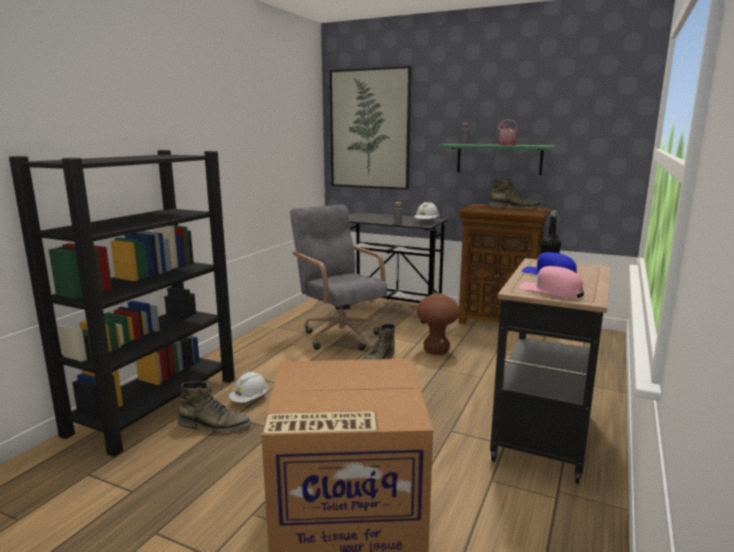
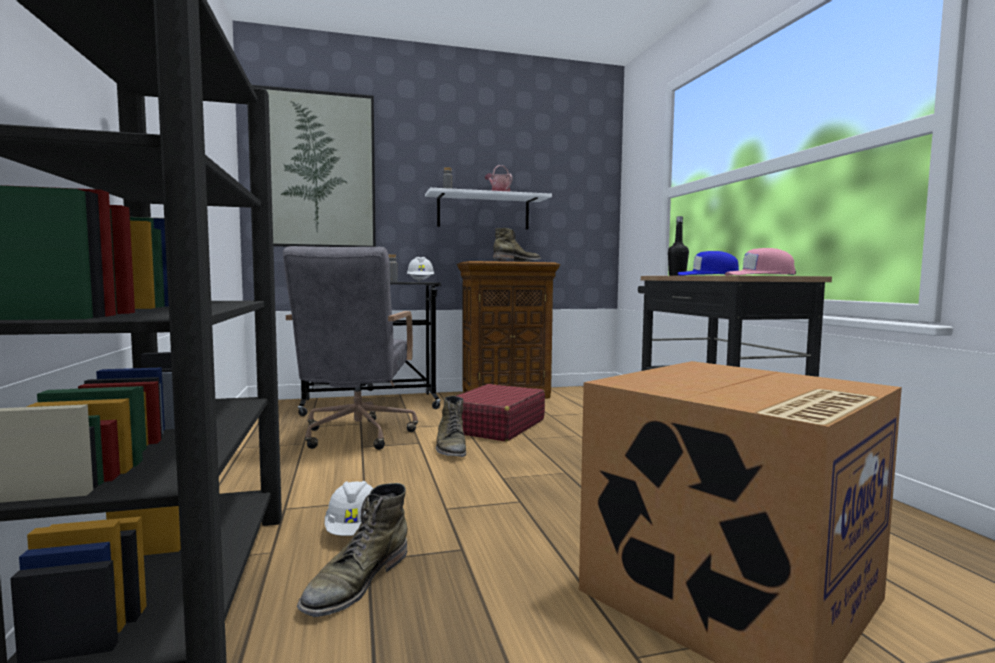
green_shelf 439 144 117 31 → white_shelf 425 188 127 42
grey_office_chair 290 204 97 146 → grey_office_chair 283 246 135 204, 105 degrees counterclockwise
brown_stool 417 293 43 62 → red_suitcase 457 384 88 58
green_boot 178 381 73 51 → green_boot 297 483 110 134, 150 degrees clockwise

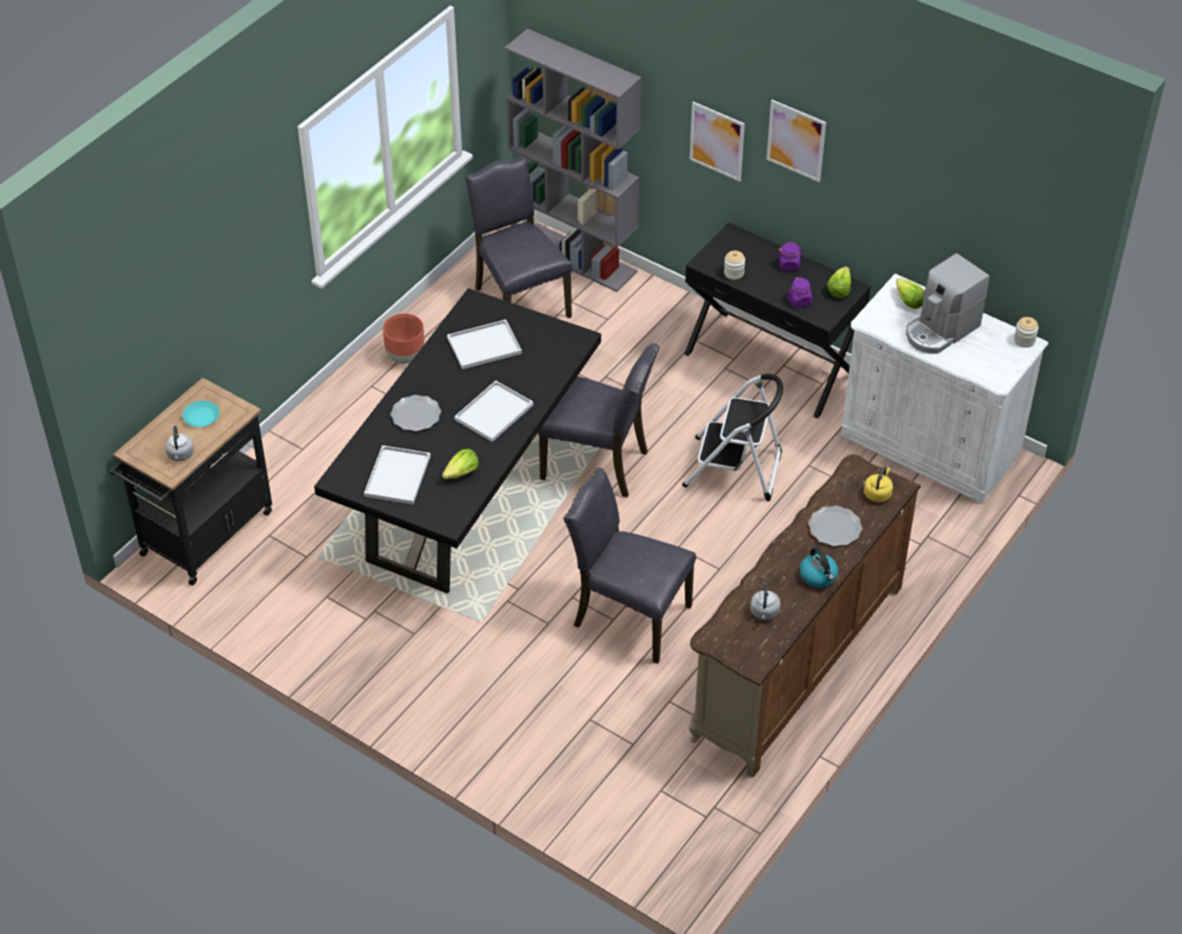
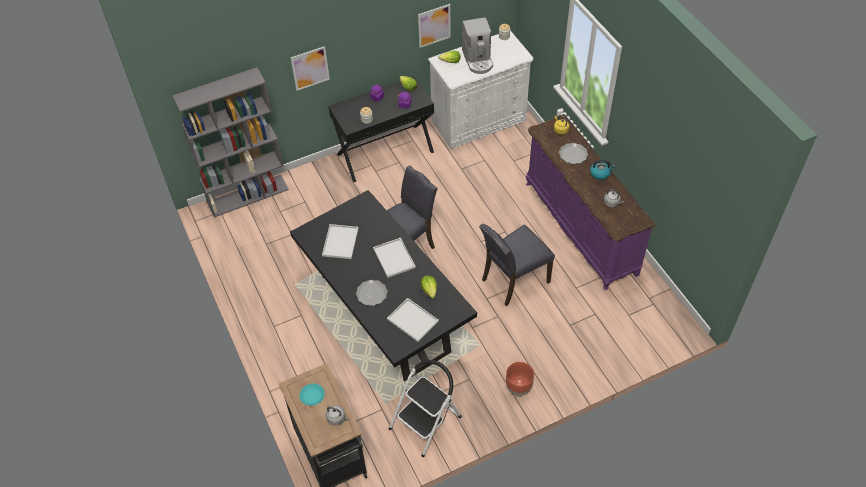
picture 766 100 60 82 → picture 418 4 32 44, relocated
grey_chair 465 157 107 161 → -
brown_planter 383 314 42 50 → brown_planter 506 362 28 34, relocated
step_ladder 682 374 101 127 → step_ladder 389 360 73 97, relocated
beige_cabinet 689 454 232 324 → purple_cabinet 526 114 129 176

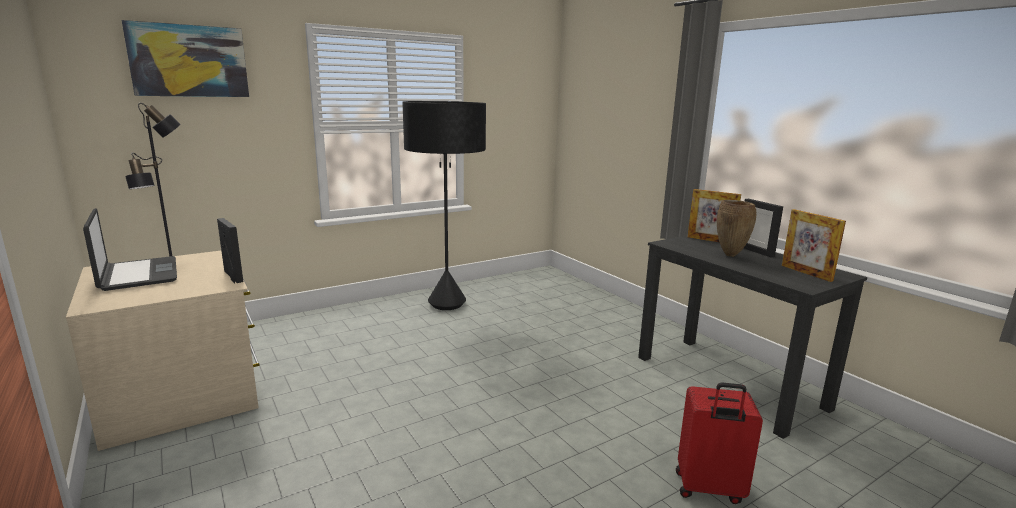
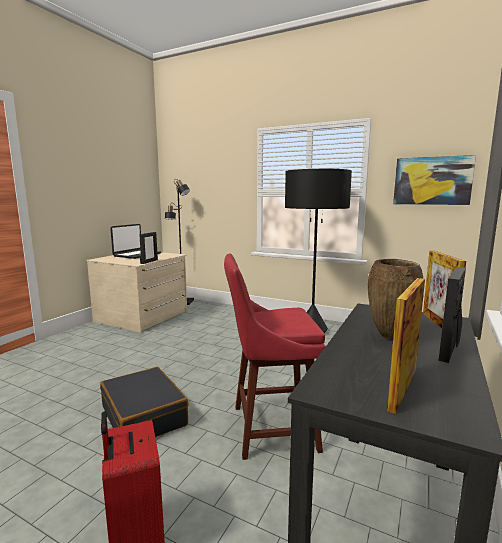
picture 121 20 128 77 → picture 393 155 83 50, relocated
- → red_chair 224 254 102 206
- → black_suitcase 100 367 89 70

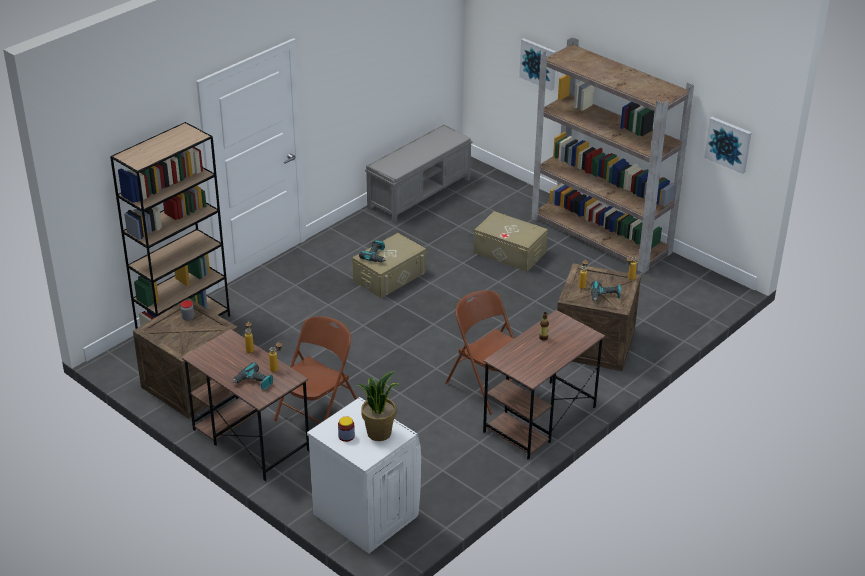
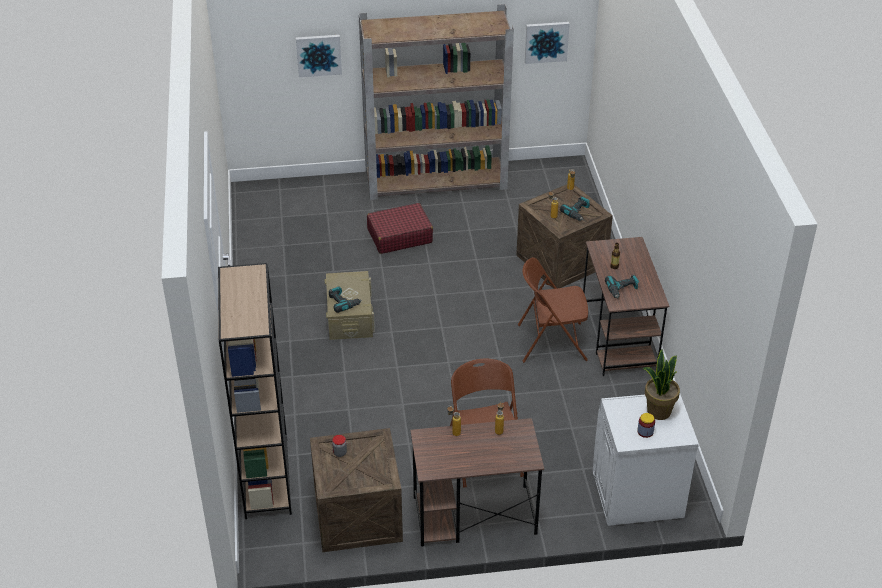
grey_bench 365 124 108 99 → -
beige_storage_box 474 211 74 60 → red_suitcase 367 203 66 51
power_drill 232 362 41 28 → power_drill 605 274 34 25, relocated

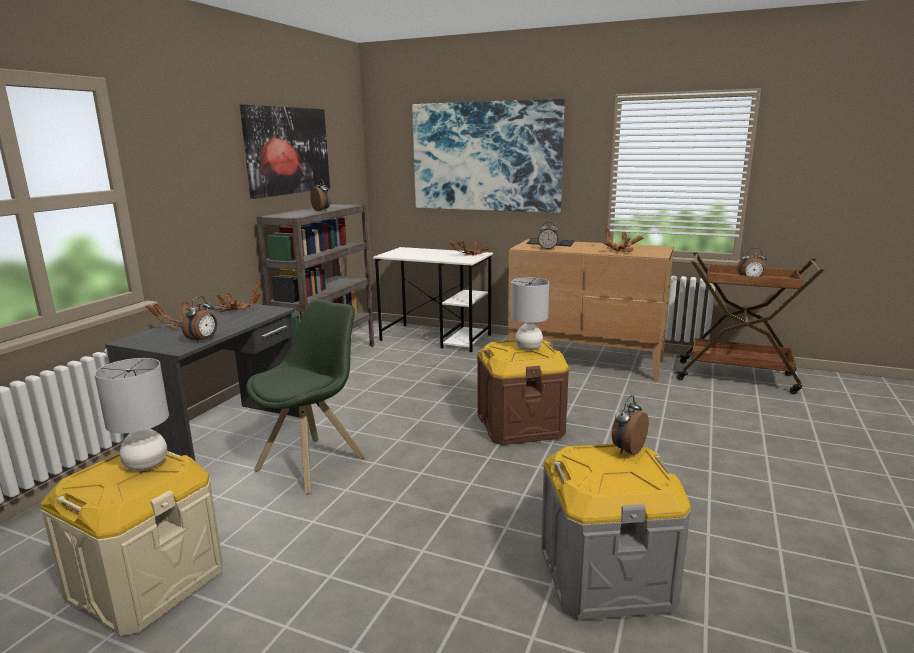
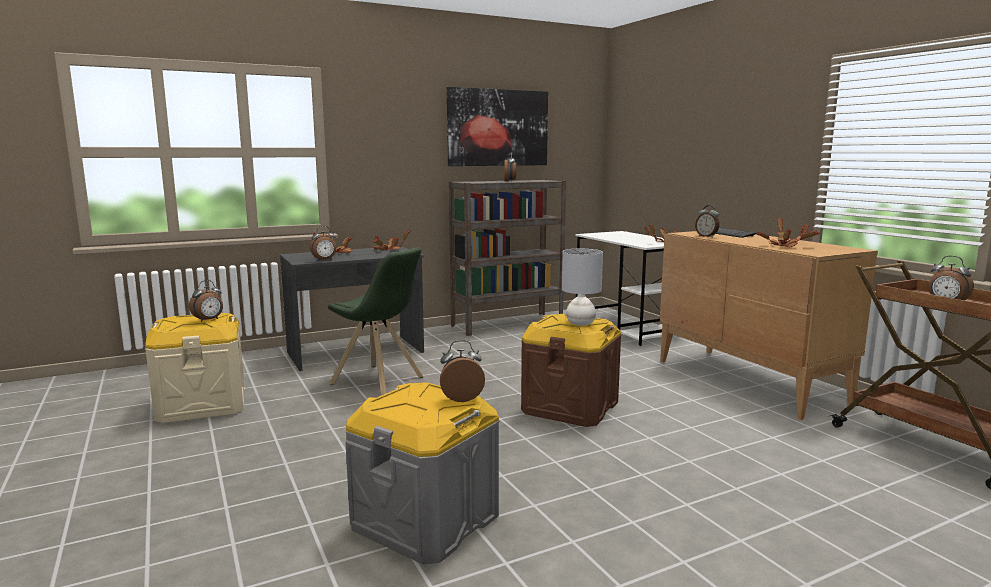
picture 412 98 153 115 → -
green_chair 246 299 119 195 → green_chair 328 247 96 148, 45 degrees clockwise
grey_table_lamp 94 358 75 113 → alarm_clock 189 280 34 42

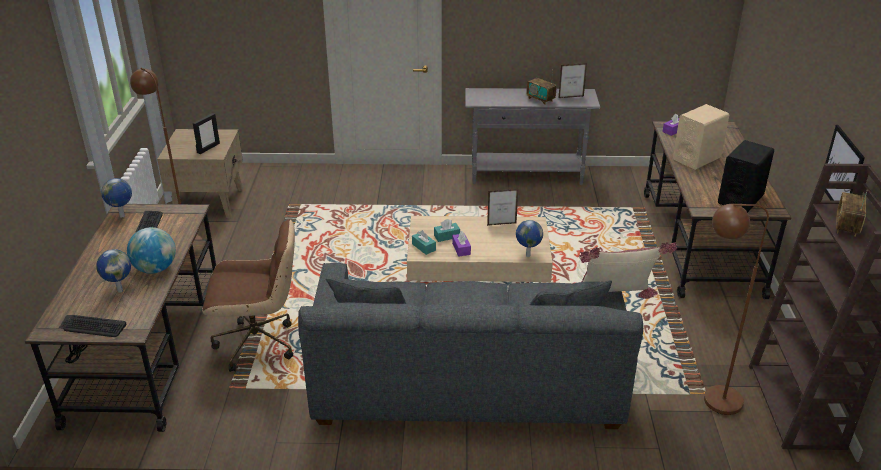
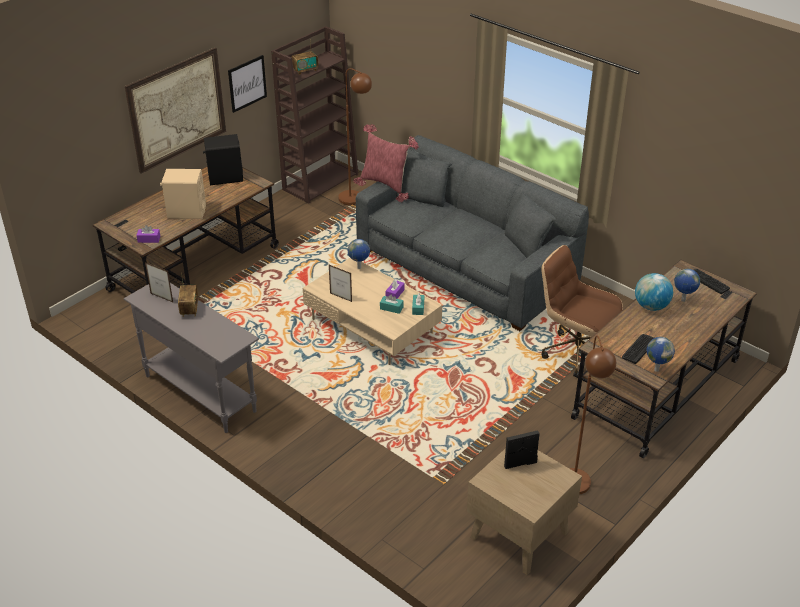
- → picture 125 47 101 127

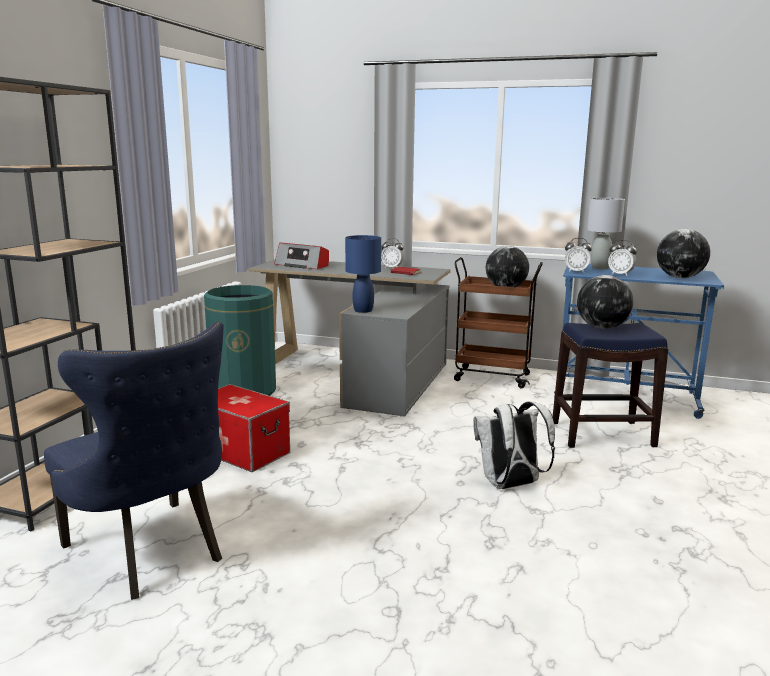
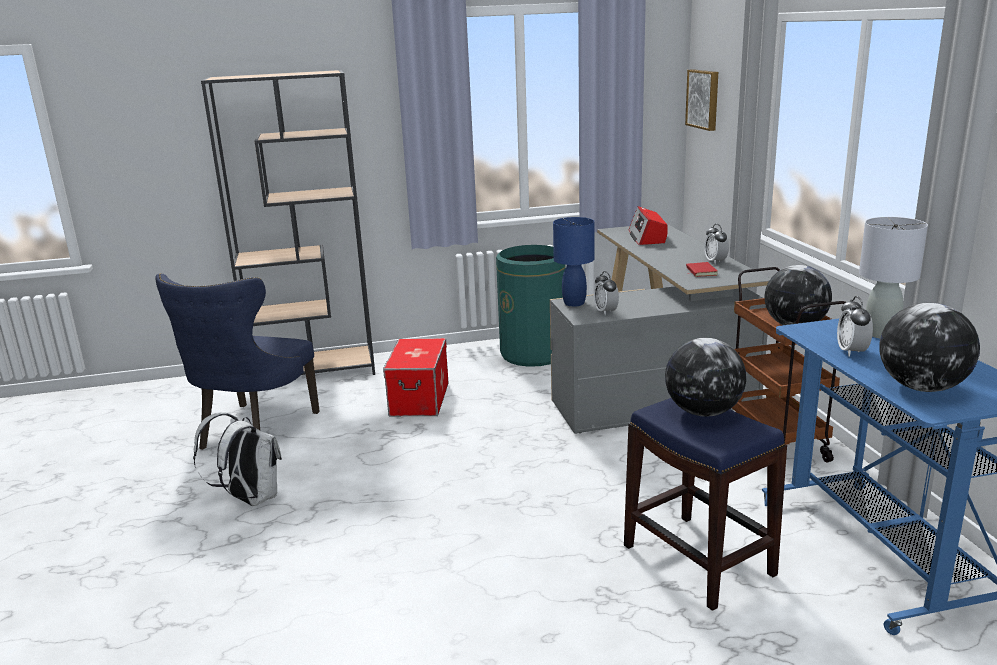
alarm_clock 565 238 27 35 → alarm_clock 594 271 25 44, relocated
white_backpack 473 401 82 88 → white_backpack 193 413 89 93, relocated
- → picture 685 69 33 62

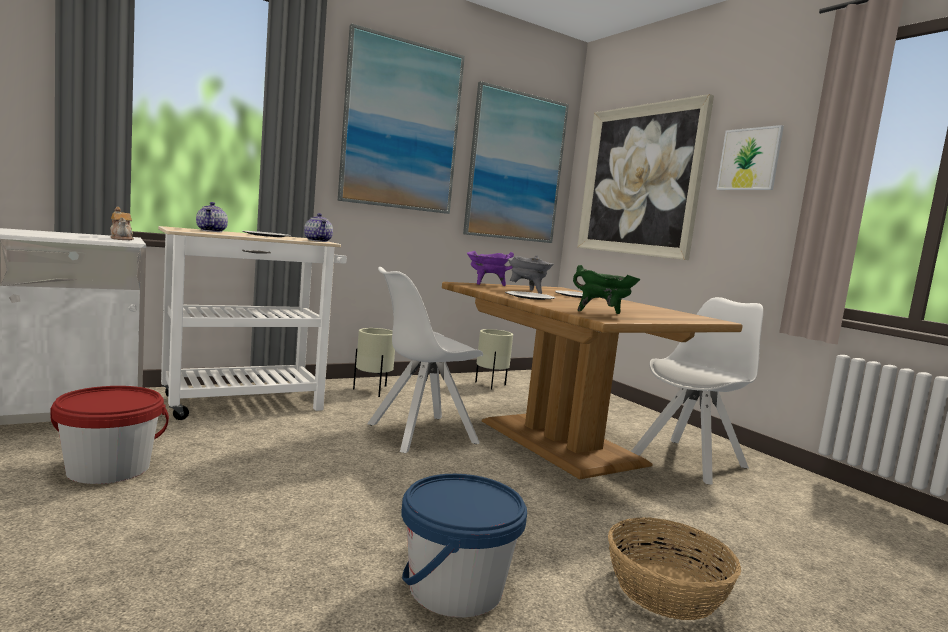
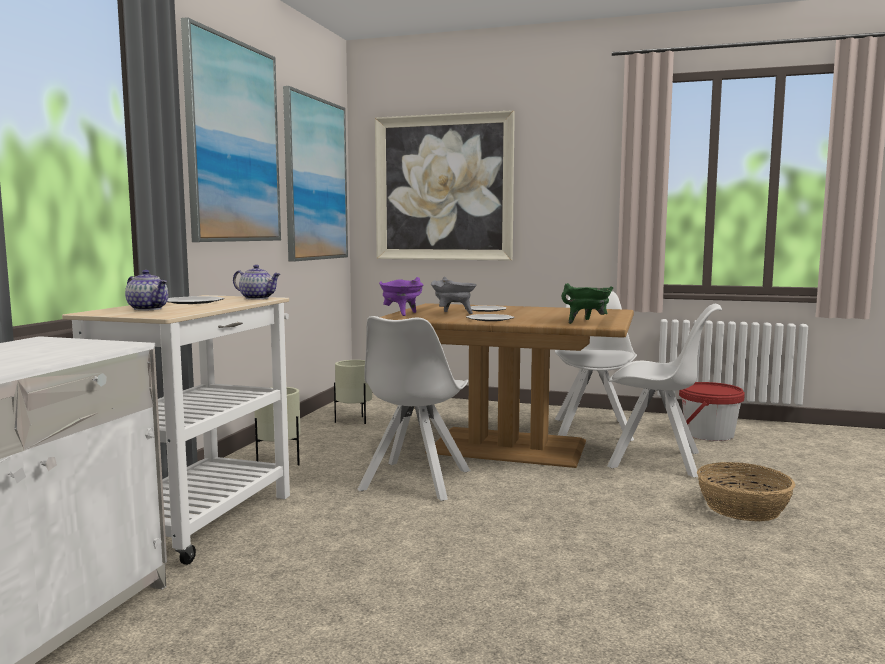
picture 716 125 68 65 → -
teapot 110 207 24 33 → -
red_bucket 50 386 119 98 → red_bucket 679 382 66 59, relocated
blue_bucket 402 474 125 143 → -
- → white_chair 607 304 115 173

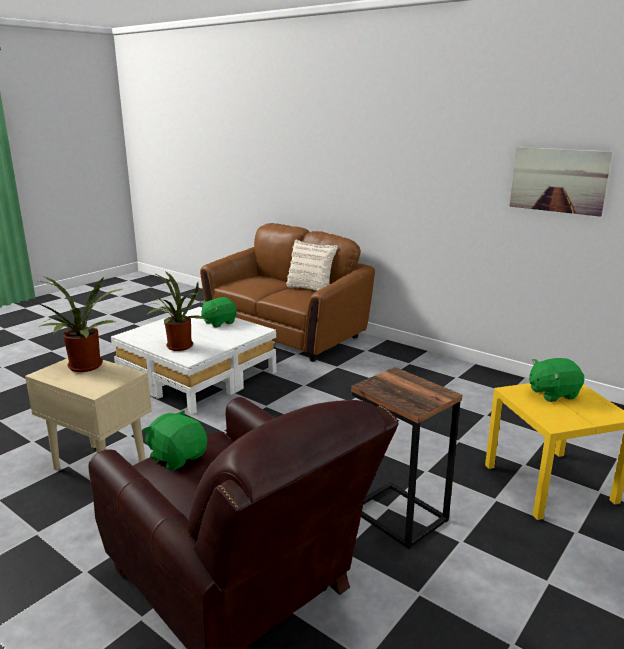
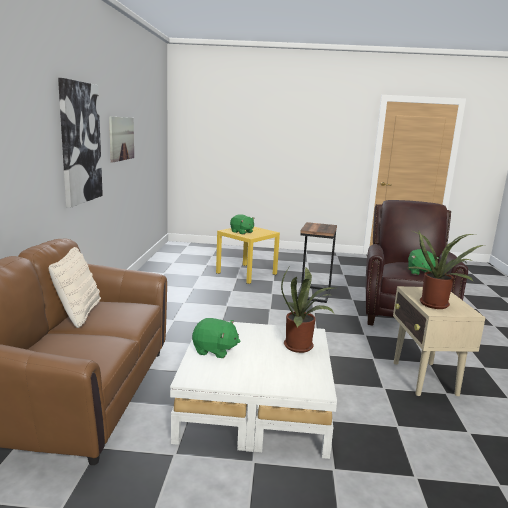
- → picture 58 78 45 130

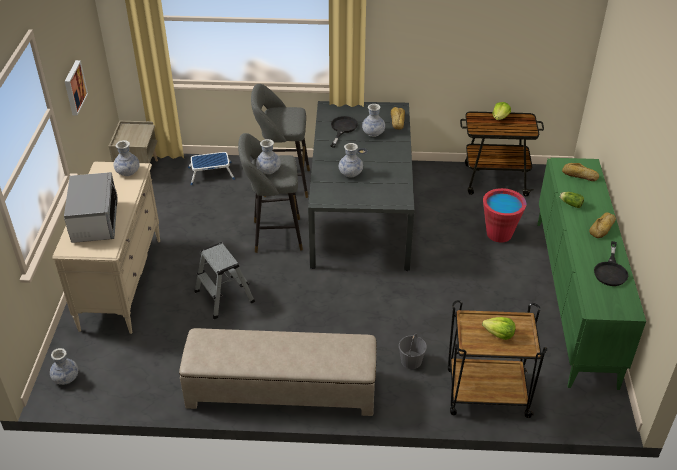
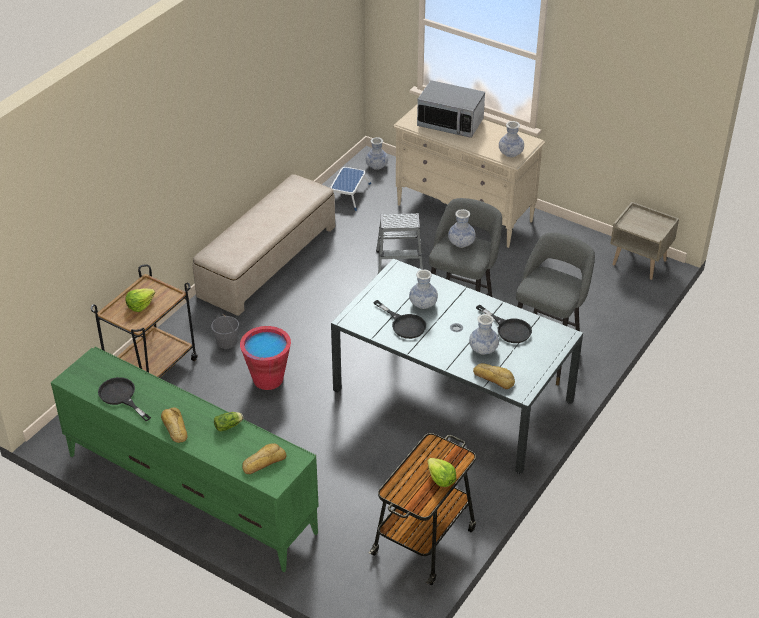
picture 65 60 23 56 → -
blue_step_ladder 188 152 47 33 → blue_step_ladder 330 167 41 44, relocated
red_bucket 483 188 43 54 → red_bucket 240 326 51 64, relocated
- → black_frying_pan 373 300 53 39

